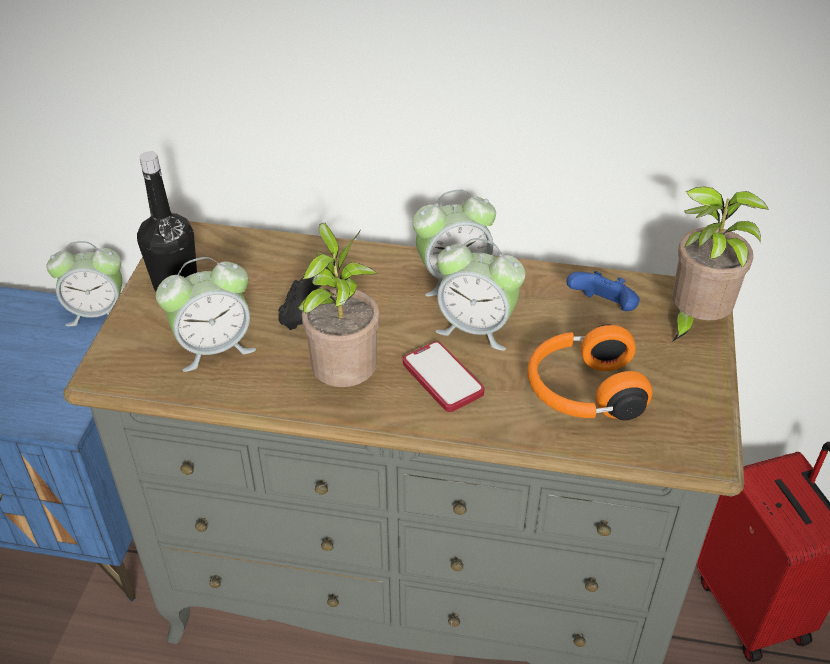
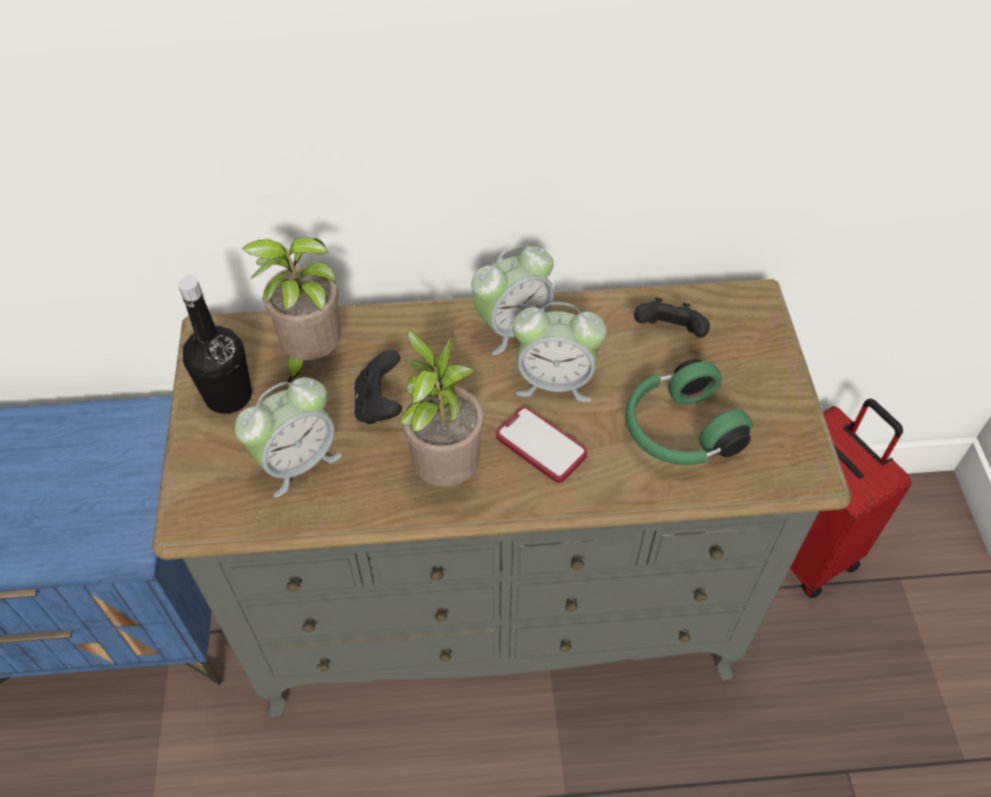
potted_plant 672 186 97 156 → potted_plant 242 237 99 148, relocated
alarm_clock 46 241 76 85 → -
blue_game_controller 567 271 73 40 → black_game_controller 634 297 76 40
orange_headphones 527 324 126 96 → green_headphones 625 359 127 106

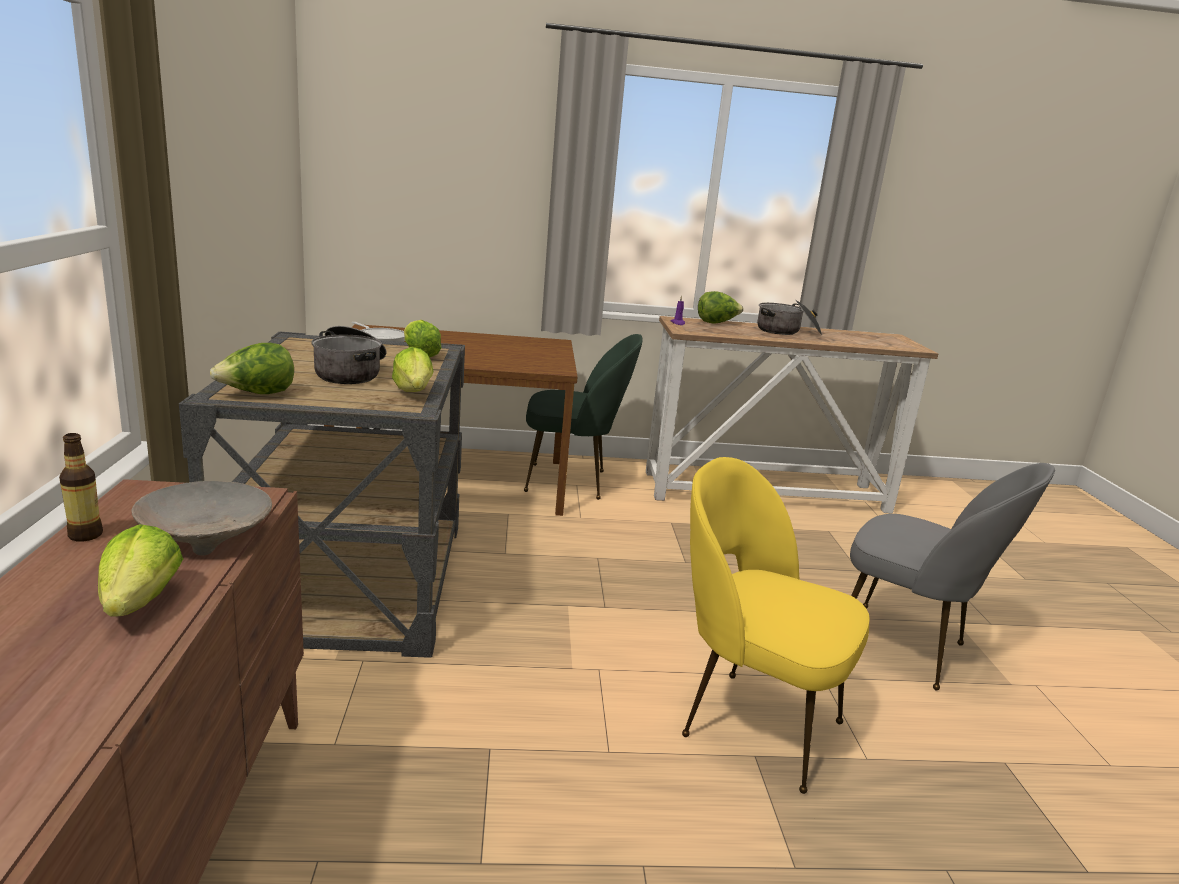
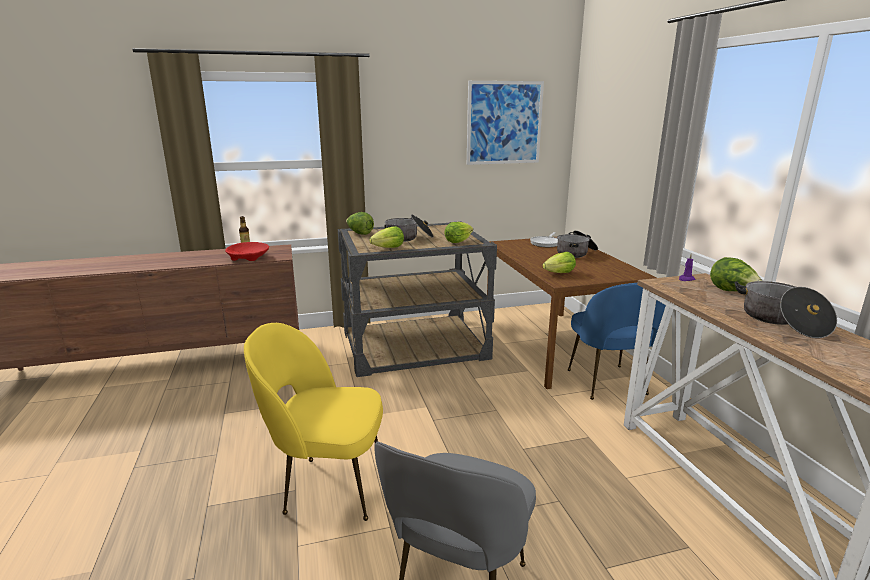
green_chair 524 334 119 166 → blue_chair 568 283 98 117
yellow_chair 682 457 187 337 → yellow_chair 244 323 139 198, 105 degrees counterclockwise
beige_bowl 131 481 141 75 → red_bowl 225 242 44 19
lettuce 98 524 85 93 → lettuce 542 252 34 21, relocated
- → picture 467 81 77 84
- → cooking_pot 557 230 41 28

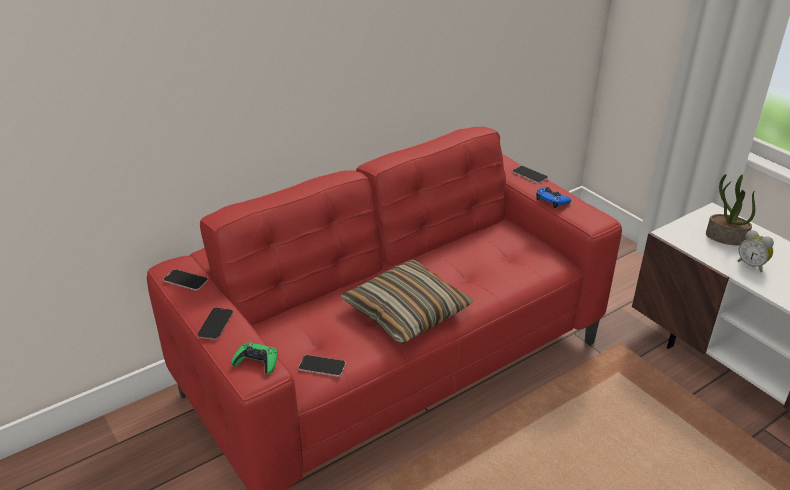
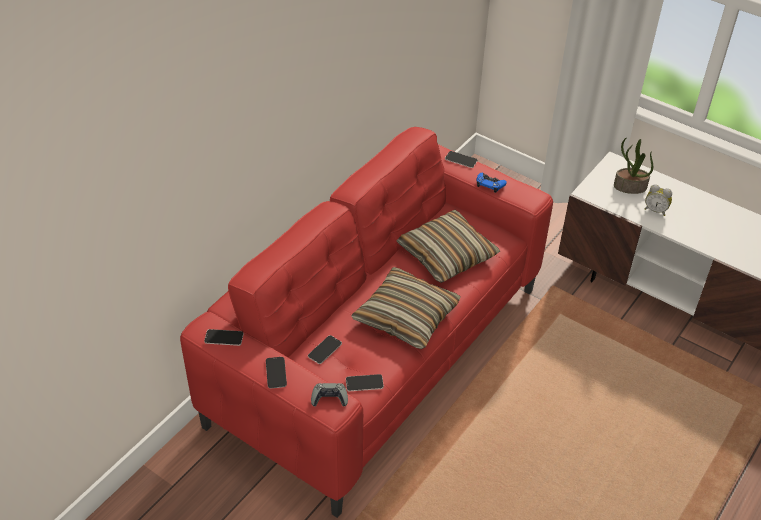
green_game_controller 231 342 46 33 → grey_game_controller 311 383 37 24
- → pillow 397 210 103 73
- → phone 308 335 34 29

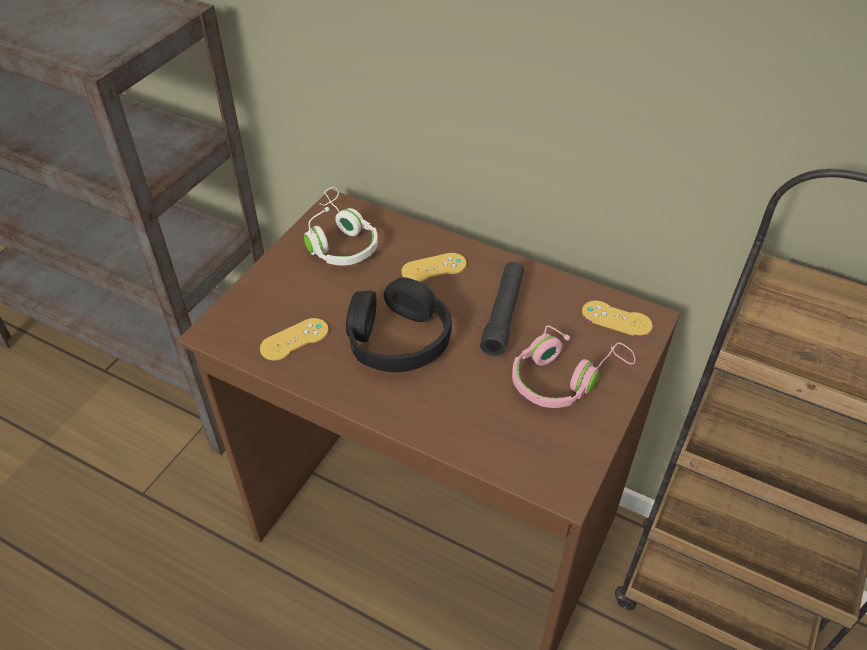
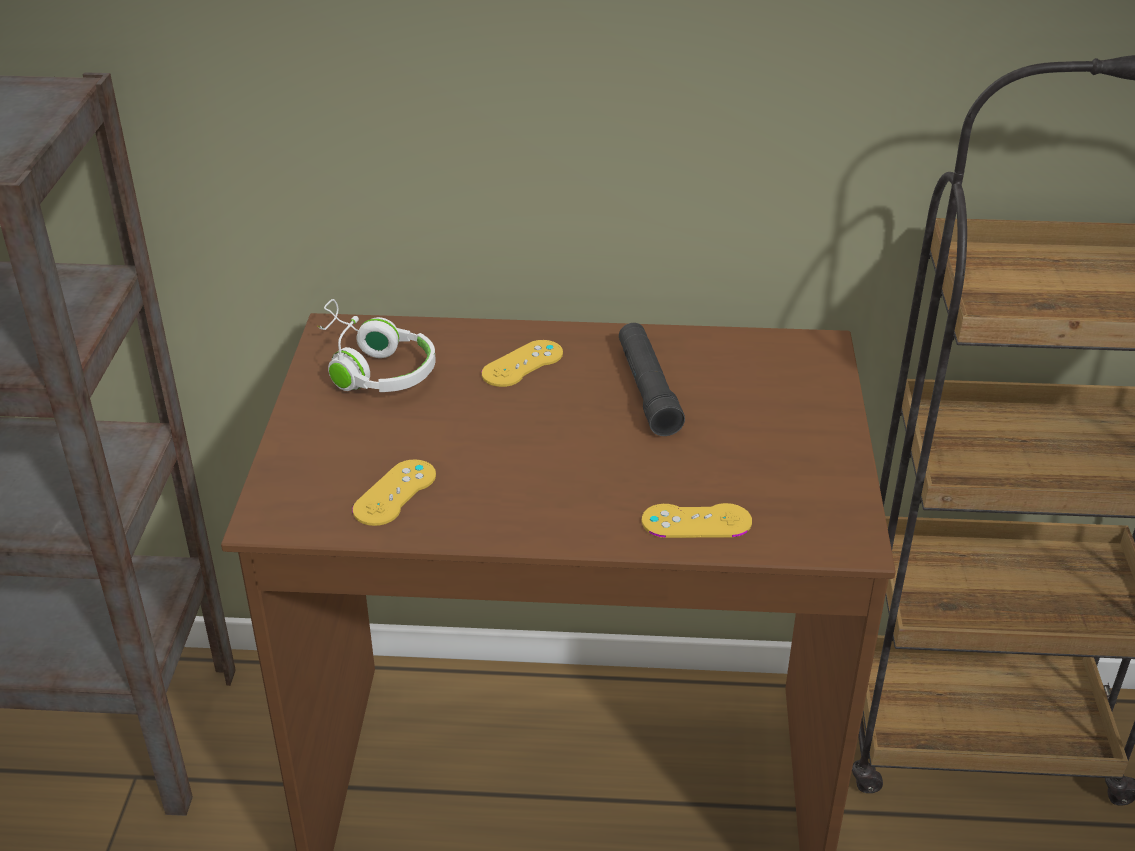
black_headphones 346 277 106 95 → -
yellow_game_controller 582 301 71 36 → yellow_game_controller 642 503 110 35, relocated
pink_headphones 512 325 123 83 → -

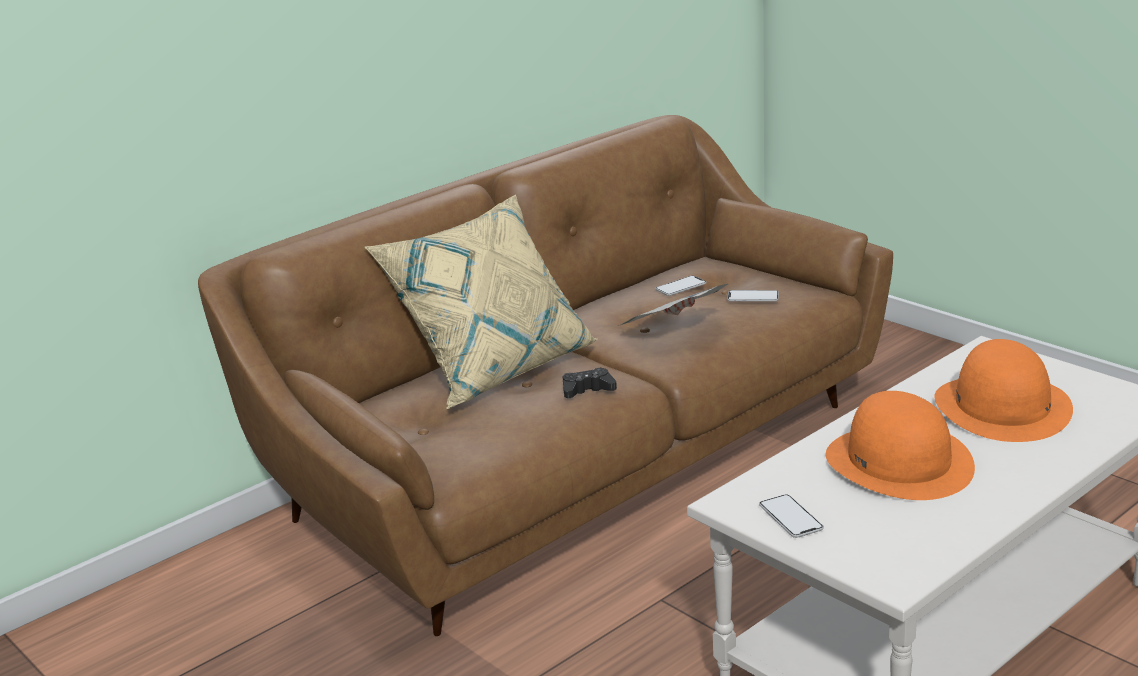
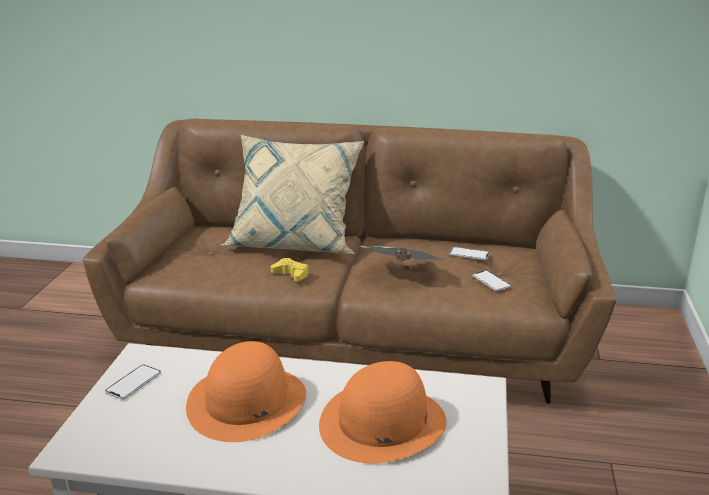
black_game_controller 563 367 54 31 → yellow_game_controller 271 258 38 23

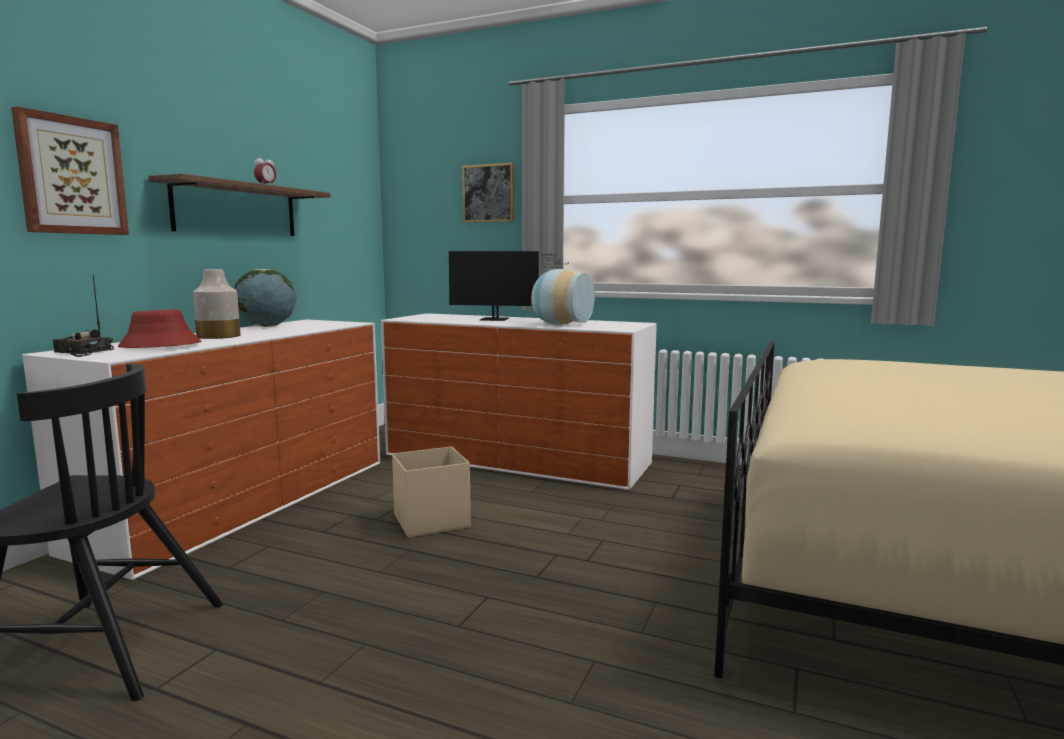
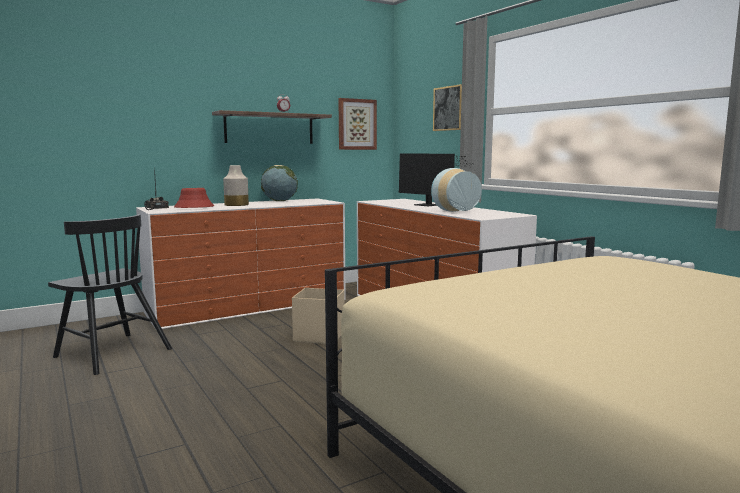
picture 11 106 118 129 → picture 339 98 38 52, relocated

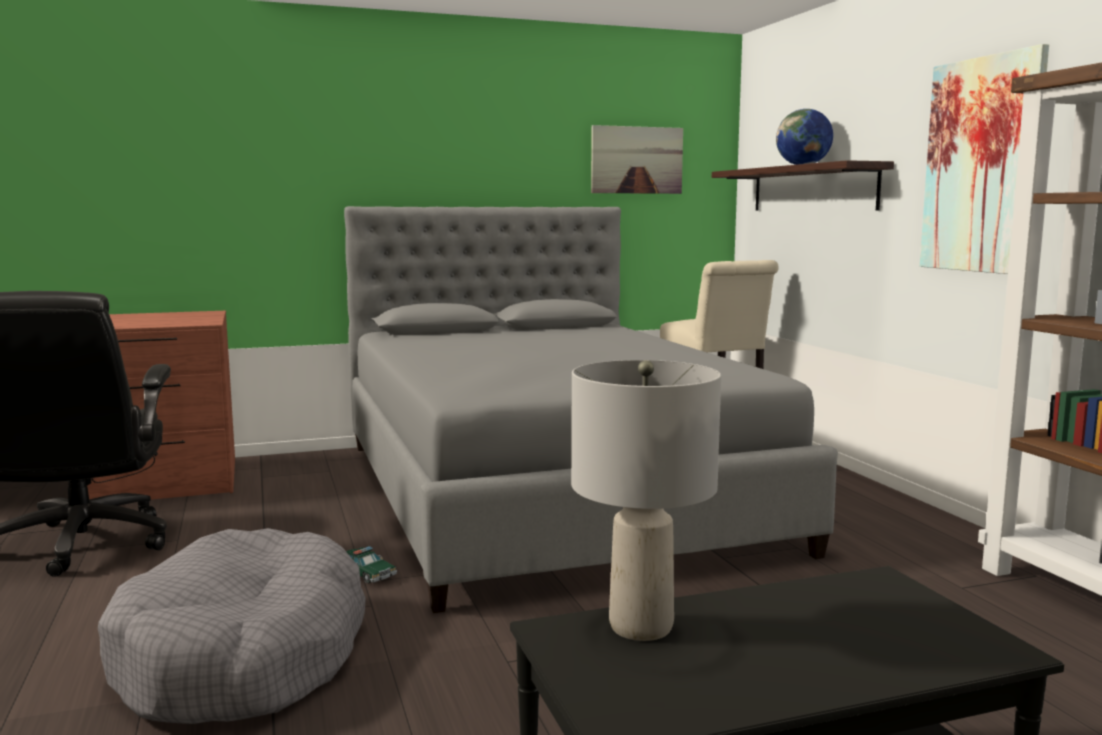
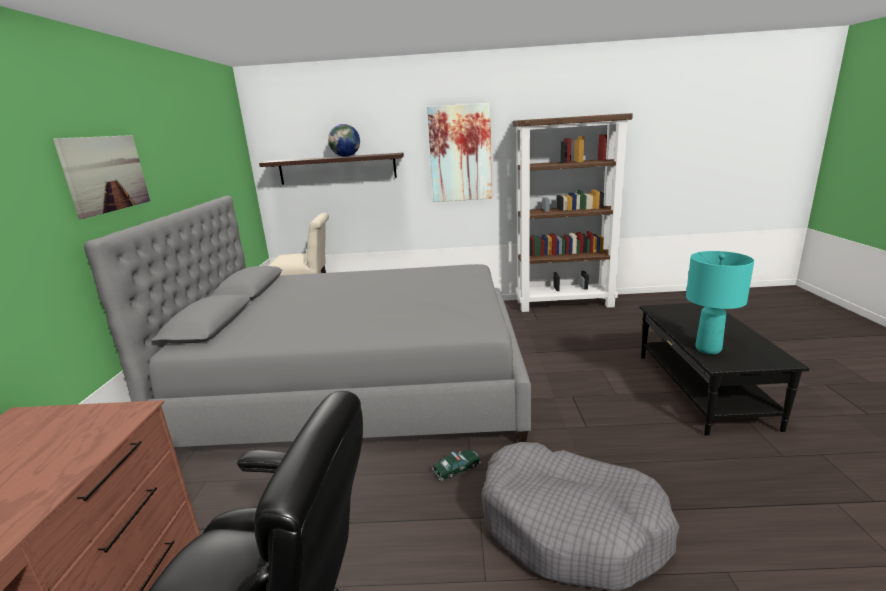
picture 591 125 92 69 → picture 53 135 97 84, relocated
grey_table_lamp 571 360 150 281 → turquoise_table_lamp 686 251 68 103

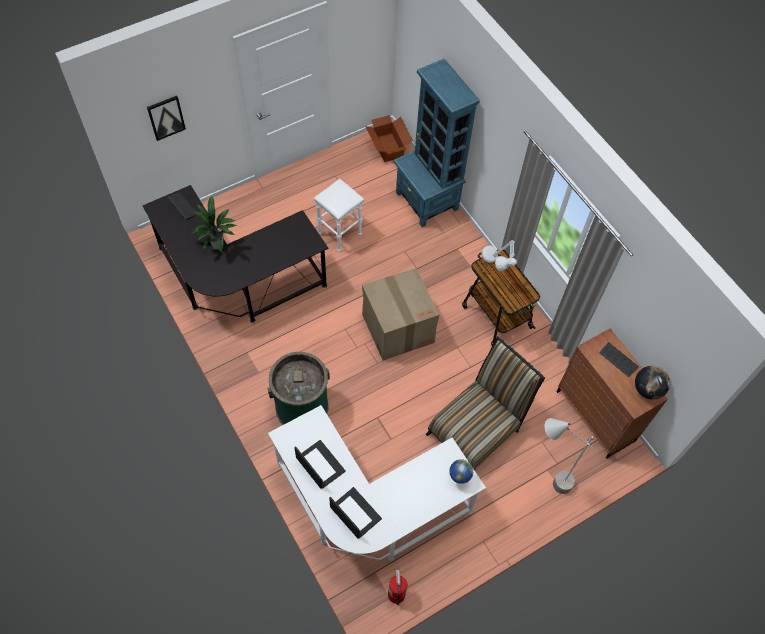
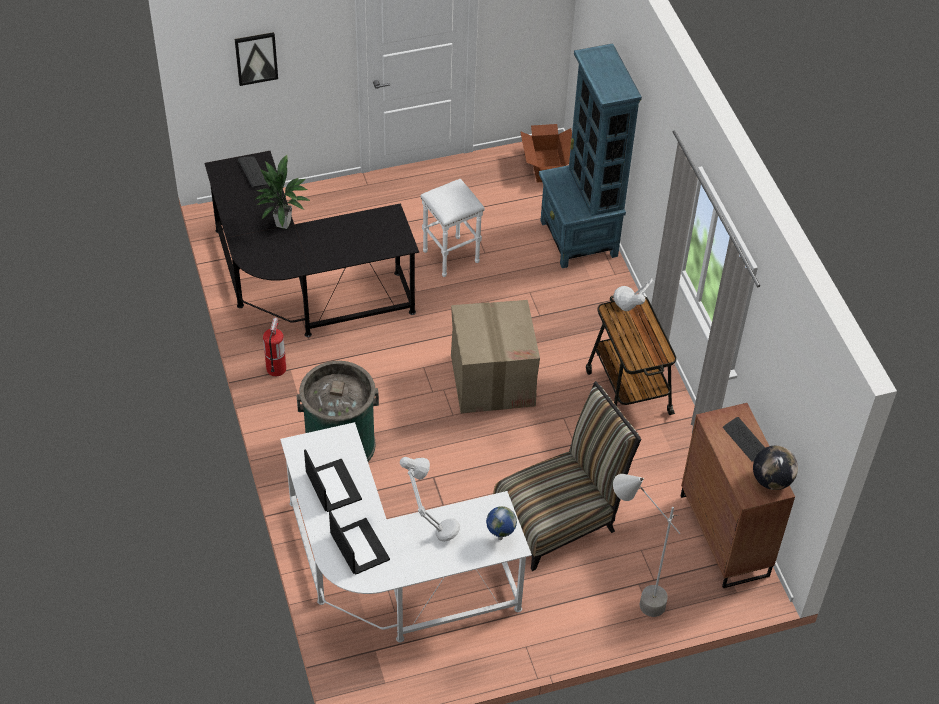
fire_extinguisher 388 570 19 35 → fire_extinguisher 263 317 23 59, relocated
- → grey_table_lamp 400 457 60 85

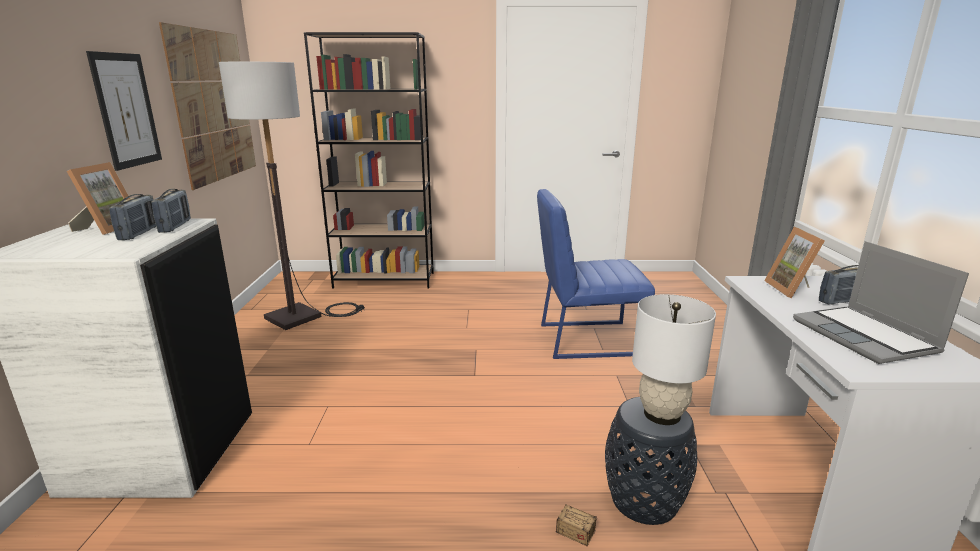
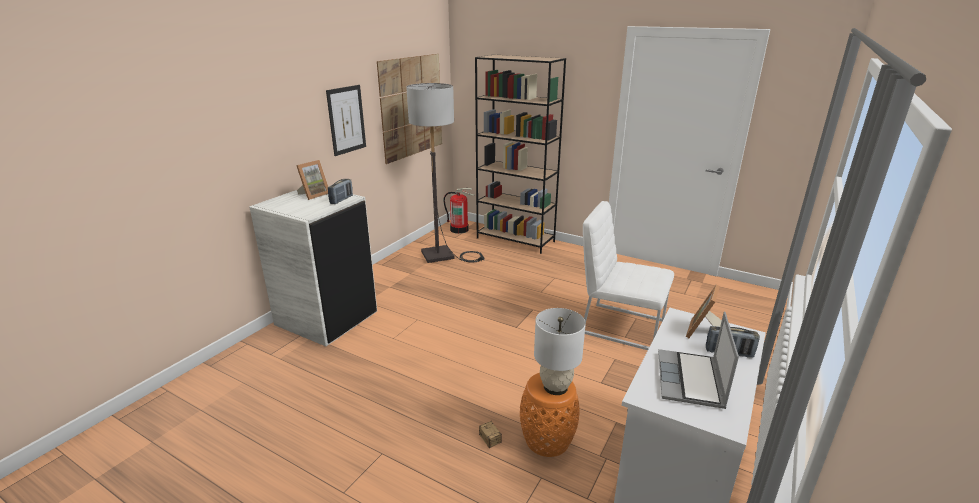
blue_chair 537 189 118 170 → white_chair 583 201 91 149
radio 109 194 47 46 → -
black_stool 605 397 92 128 → orange_stool 520 373 60 84
- → fire_extinguisher 443 188 31 46

